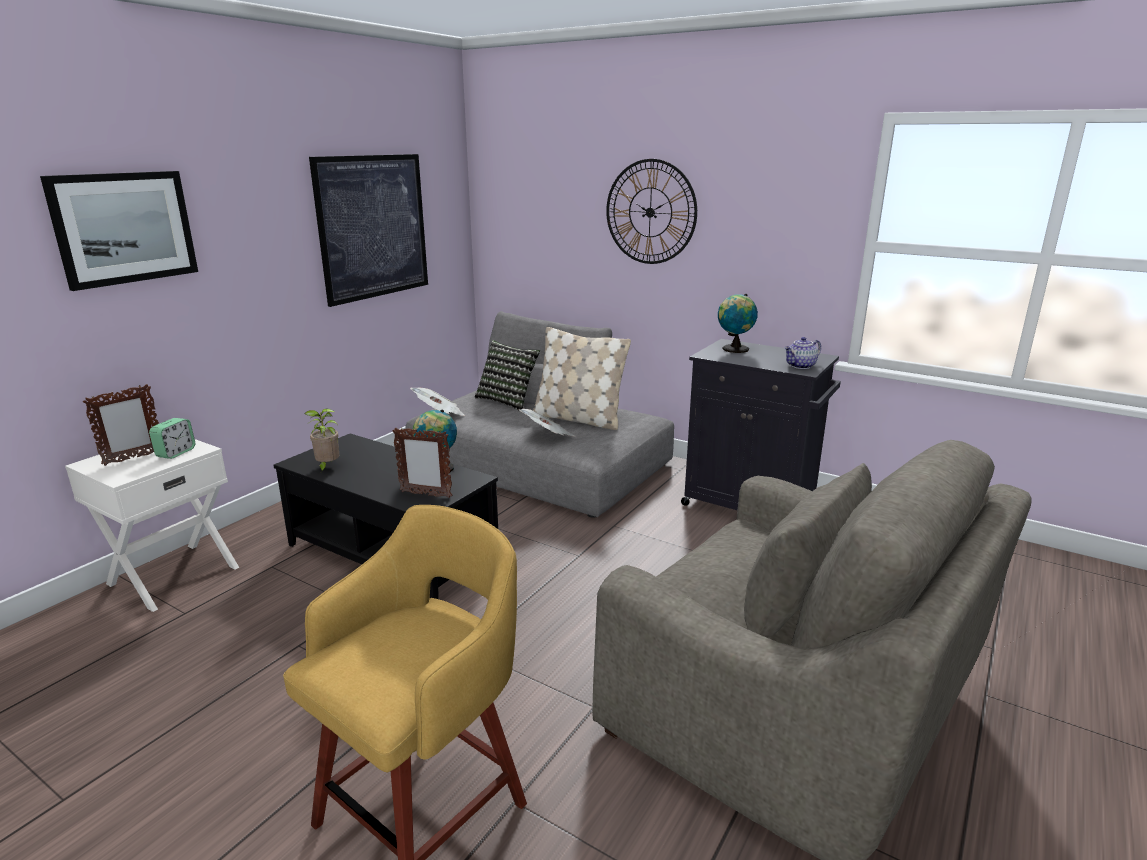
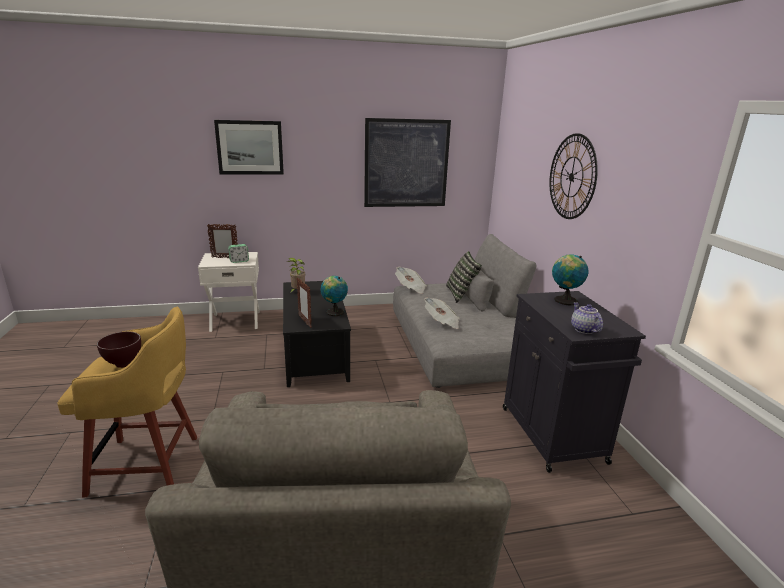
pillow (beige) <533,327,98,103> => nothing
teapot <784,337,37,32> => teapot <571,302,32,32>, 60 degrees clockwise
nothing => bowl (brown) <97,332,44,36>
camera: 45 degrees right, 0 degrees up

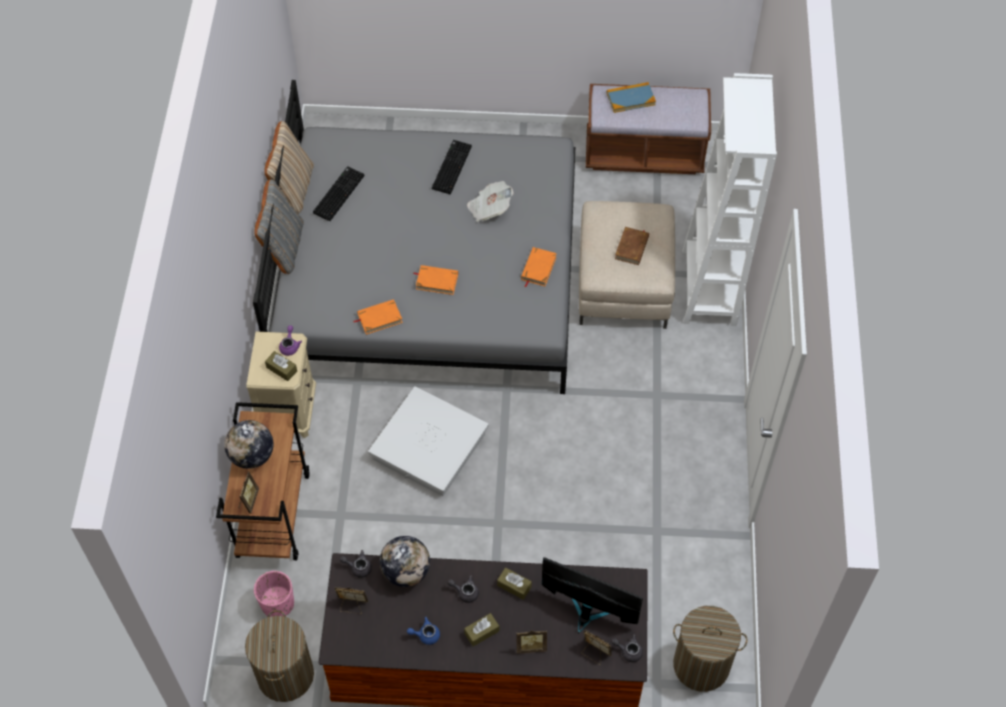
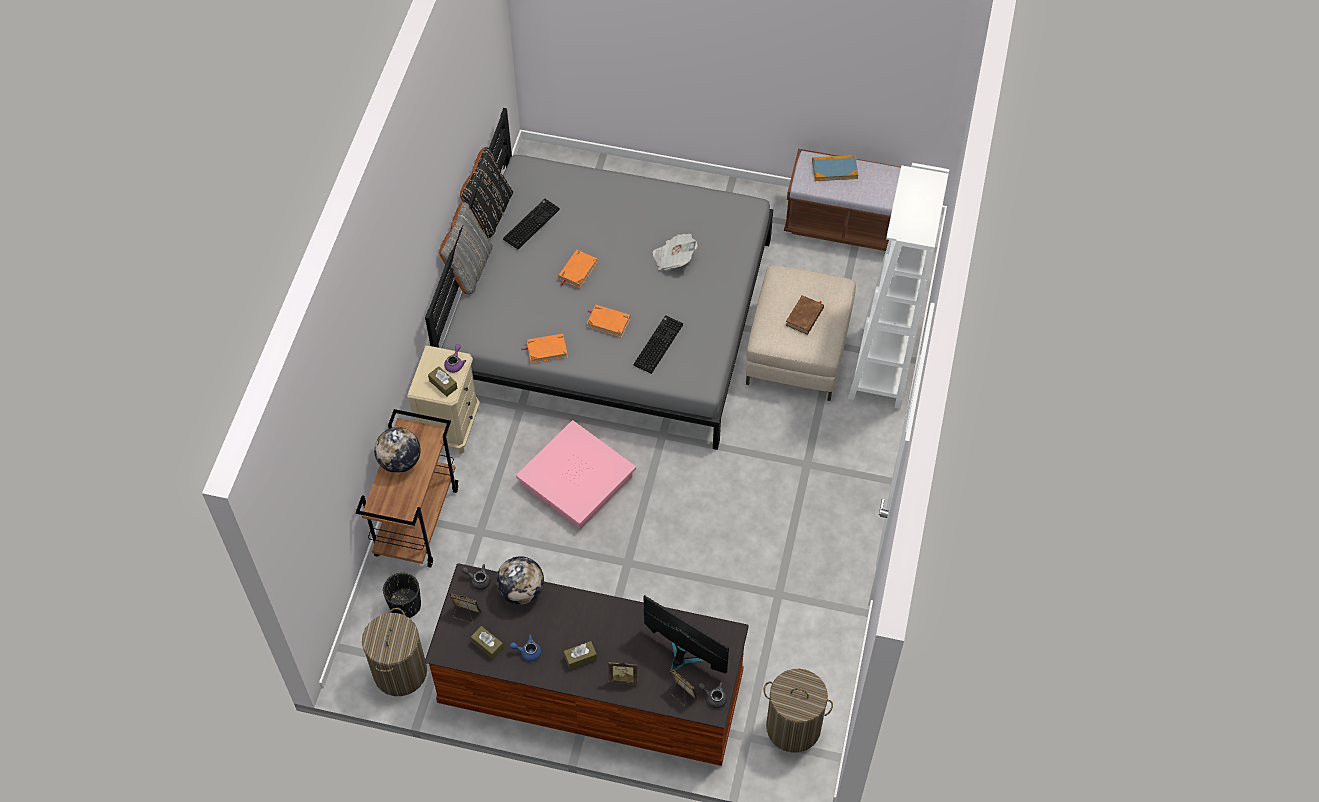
pillow (beige) <264,121,50,93> => pillow (black) <460,147,53,92>
keyboard <432,140,40,54> => keyboard <634,315,49,59>, shifted
book (orange) <521,247,36,40> => book (orange) <558,250,40,38>, shifted
storage box (white) <368,387,121,109> => storage box (pink) <516,420,120,109>
picture frame <239,471,20,43> => nothing
tissue box (brown) <497,567,35,33> => tissue box (brown) <471,626,33,33>, shifted
planter (pink) <254,571,40,46> => planter (black) <383,572,38,46>
teapot (grey) <448,575,31,28> => nothing
camera: 10 degrees right, 0 degrees up

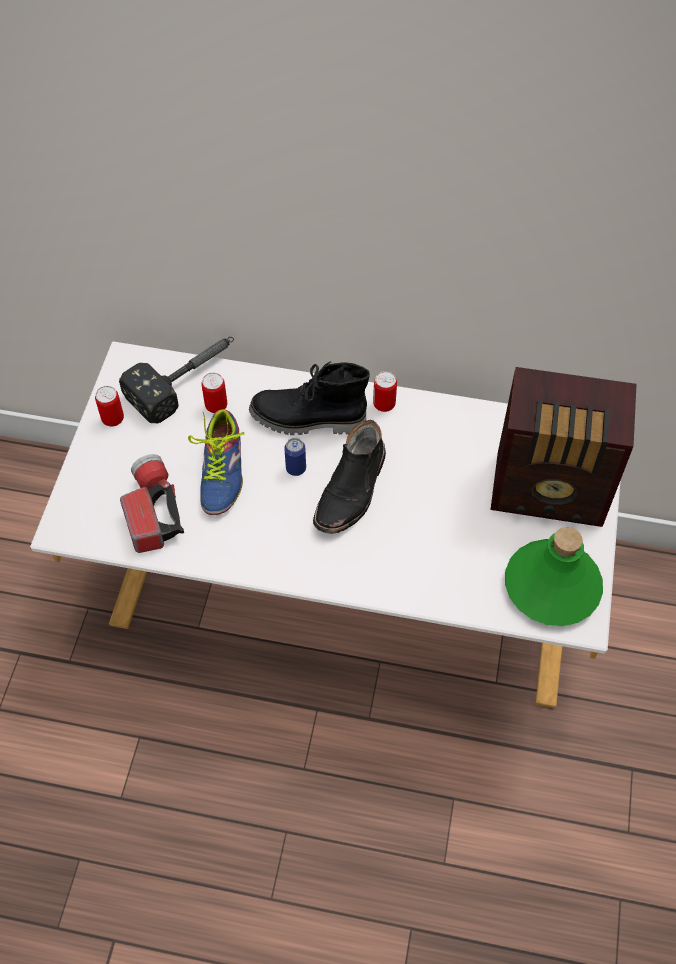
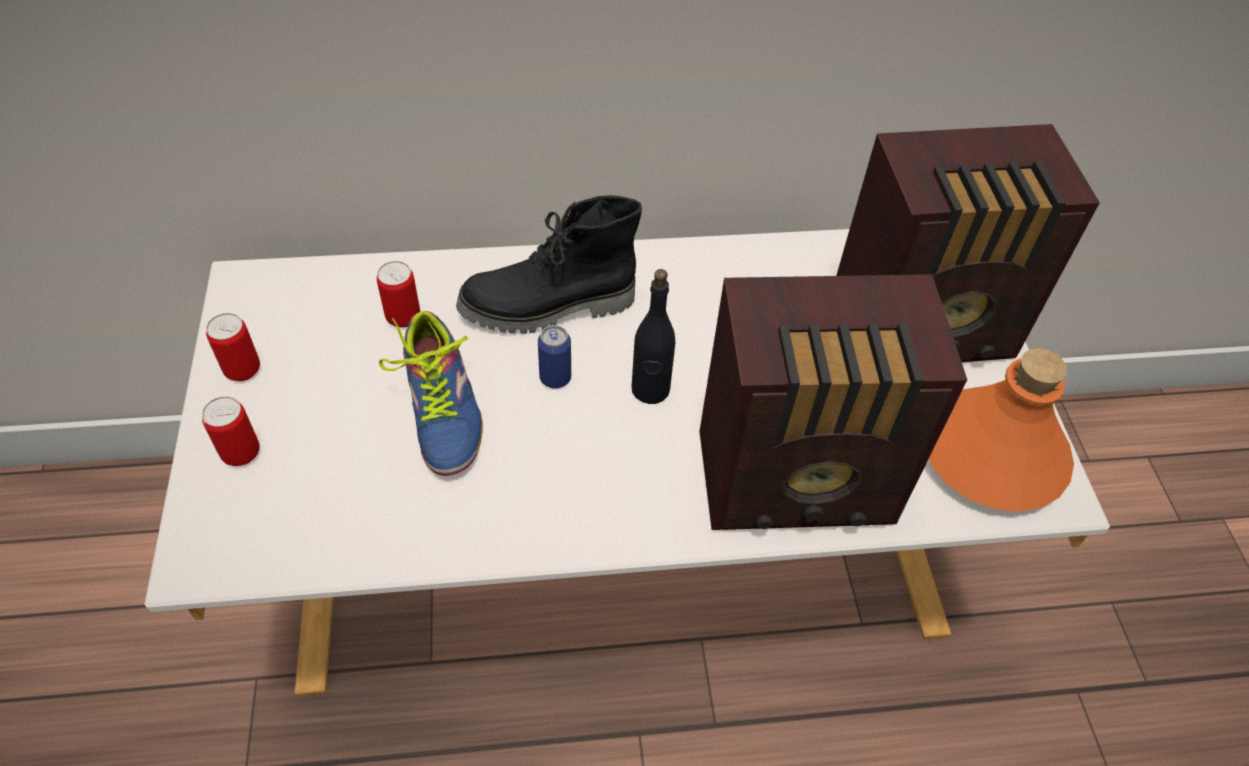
hammer <119,337,115,86> => nothing
can <373,371,24,41> => can <202,396,58,70>, shifted
boot (black) <313,420,73,114> => bottle (black) <632,269,43,135>
flashlight <120,454,64,99> => nothing
bottle (green) <505,527,98,99> => bottle (orange) <929,348,145,164>
nothing => radio <699,274,268,256>
camera: 20 degrees left, 5 degrees down

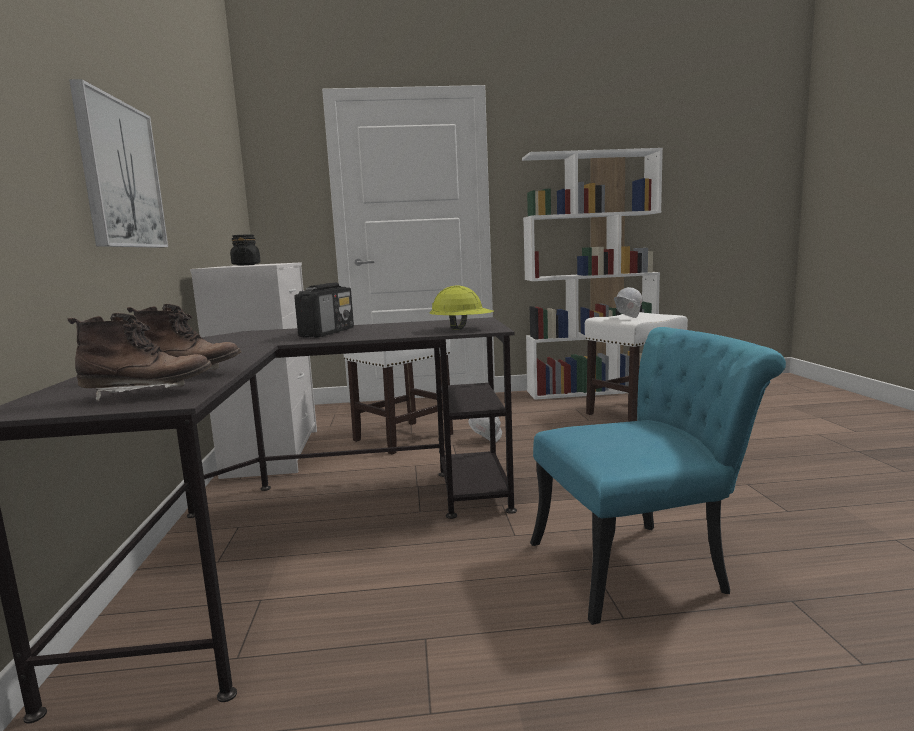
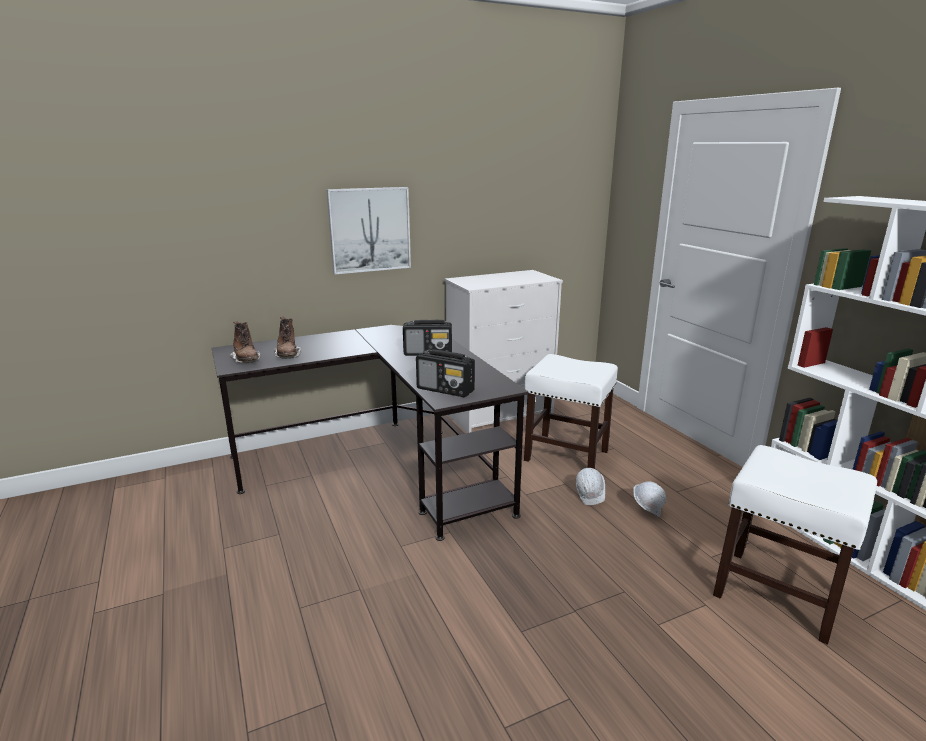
jar (black) <230,234,31,32> => nothing
hard hat (yellow) <429,285,65,45> => radio <416,349,59,48>
hard hat (white) <614,287,28,31> => hard hat (white) <633,481,33,36>, shifted
chair (turquoise) <530,327,256,298> => nothing
camera: 70 degrees right, 10 degrees up

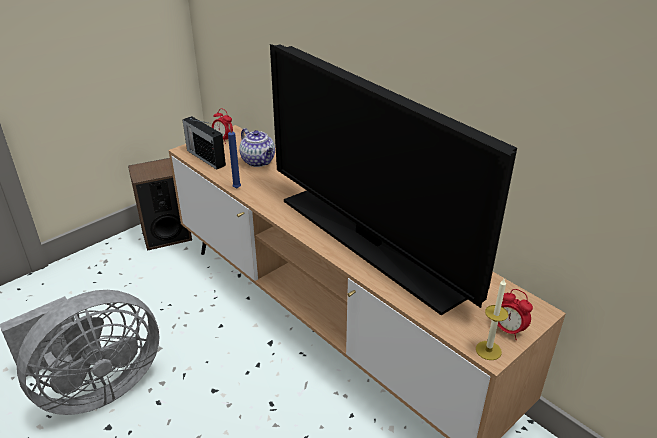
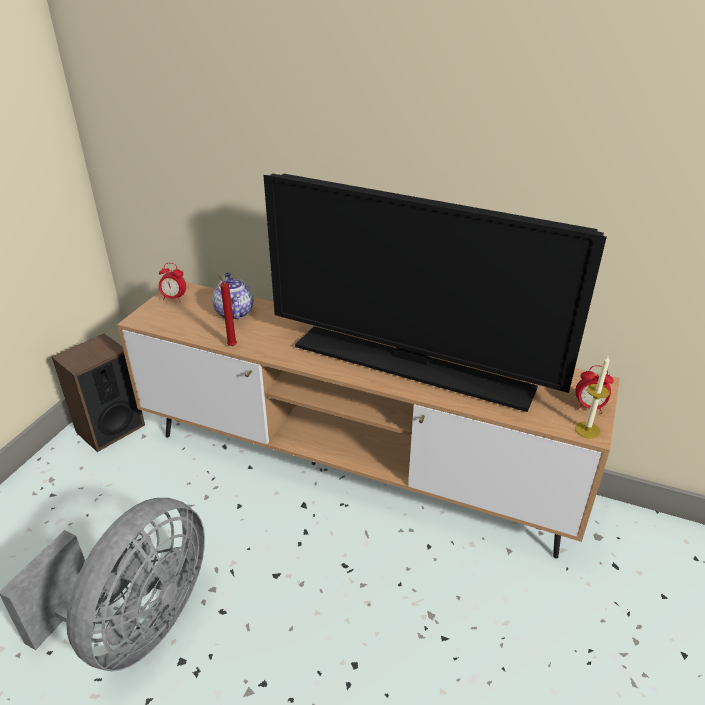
radio <183,116,43,54> => nothing
candle (blue) <228,124,13,64> => candle (red) <218,274,19,72>
teapot <240,128,35,39> => teapot <212,273,41,47>, 135 degrees counterclockwise
camera: 25 degrees left, 0 degrees up

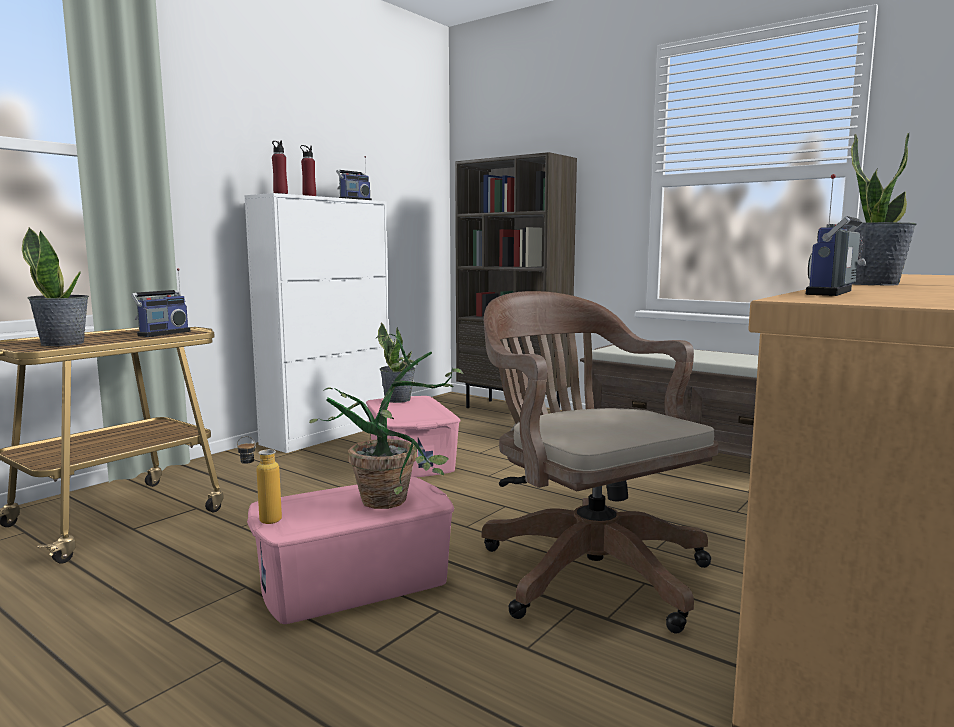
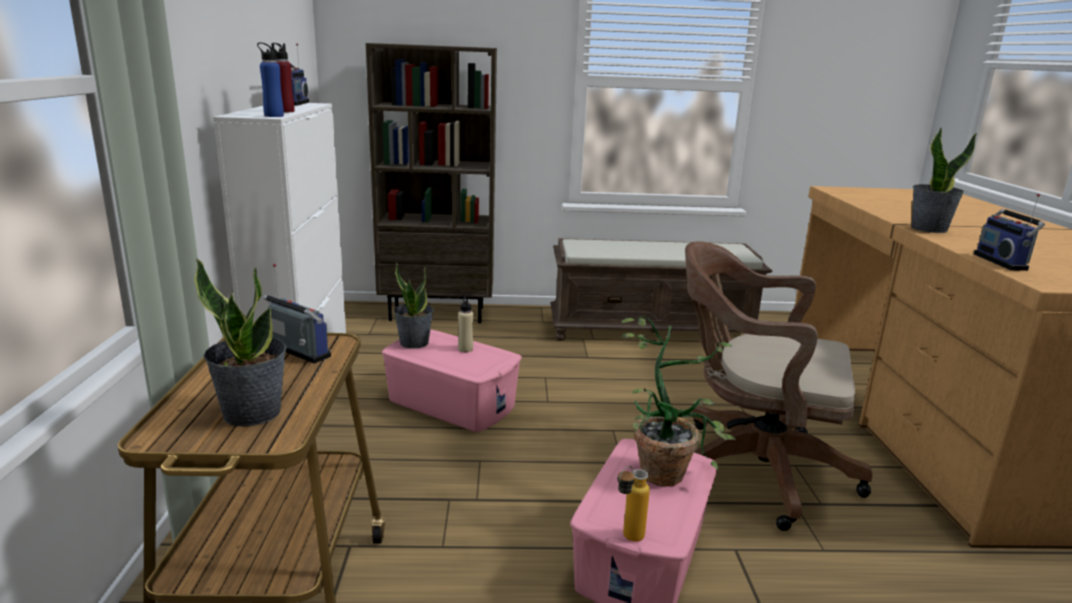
bottle (red) <272,140,16,54> => bottle (blue) <257,42,27,75>
radio <131,268,59,69> => radio <263,264,68,100>, 45 degrees counterclockwise
nothing => bottle (beige) <458,296,15,56>
camera: 40 degrees left, 10 degrees up

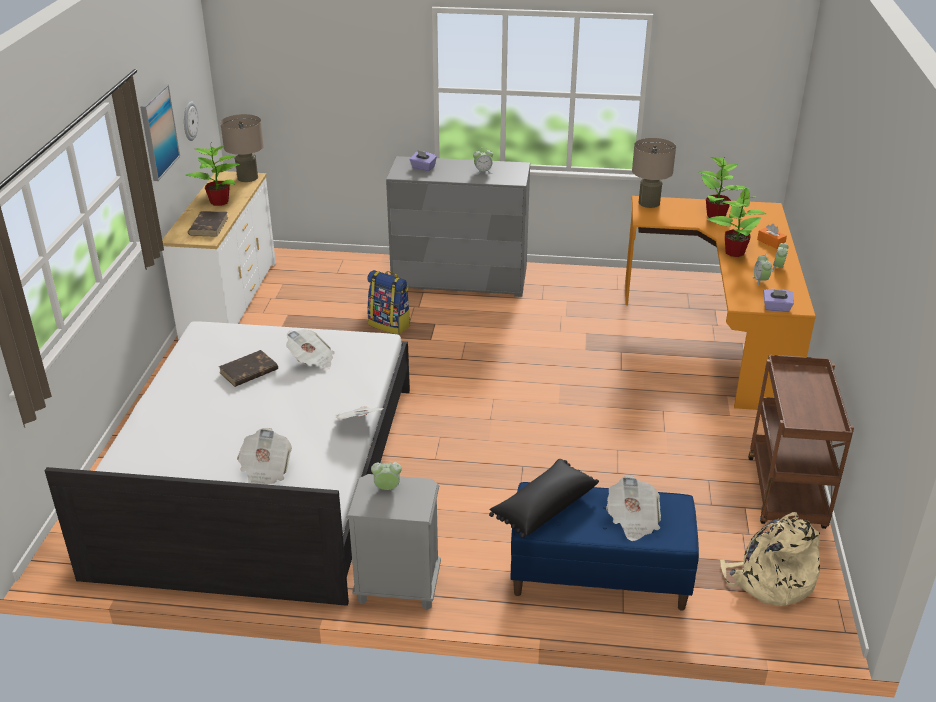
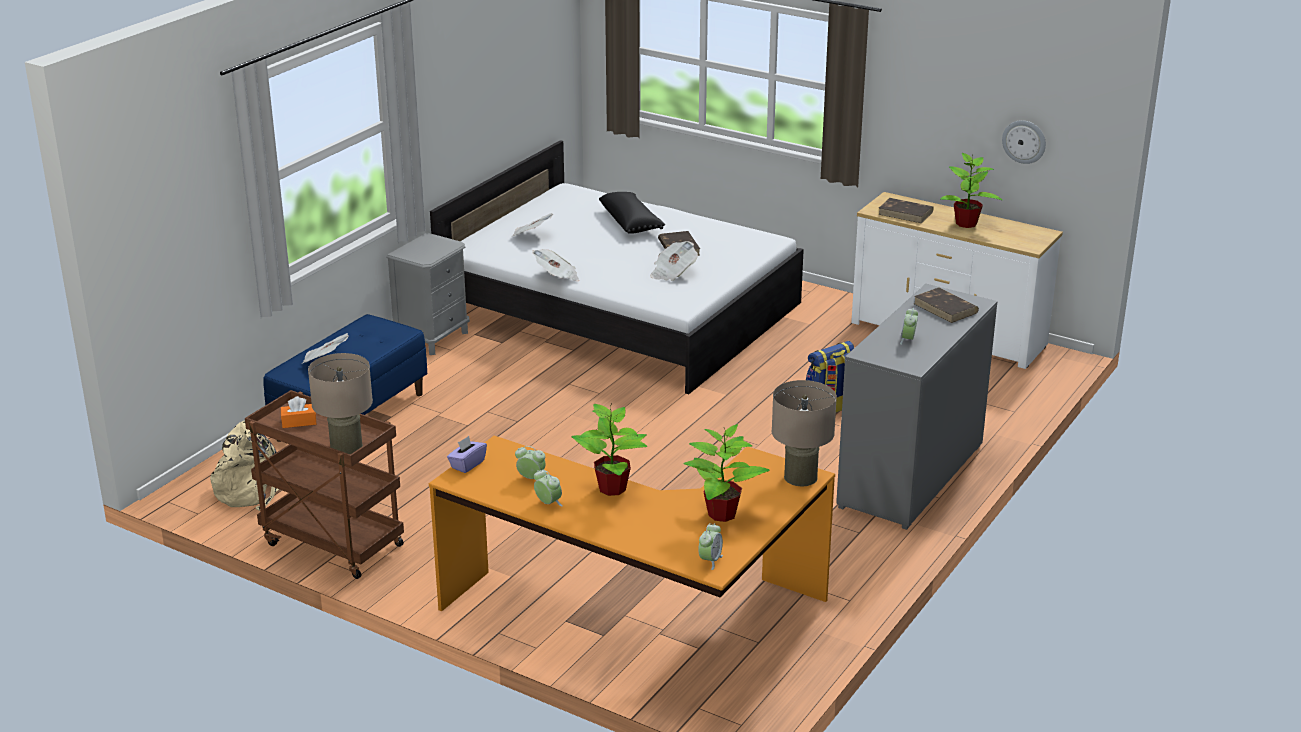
picture <140,84,40,97> => nothing
table lamp (beige) <220,114,44,68> => table lamp (beige) <308,353,65,101>, shifted
tissue box (purple) <410,150,27,21> => book (brown) <913,288,66,35>
tissue box (orange) <757,224,30,25> => tissue box (orange) <281,396,35,32>, shifted
pillow (black) <489,459,110,79> => pillow (black) <599,192,67,42>, shifted
alarm clock <371,461,31,29> => alarm clock <699,523,24,47>, shifted
camera: 115 degrees right, 5 degrees down

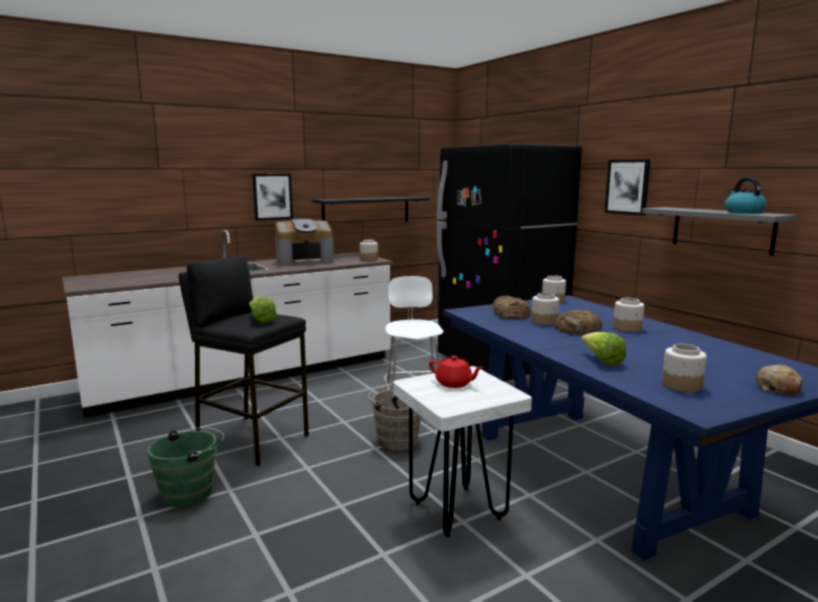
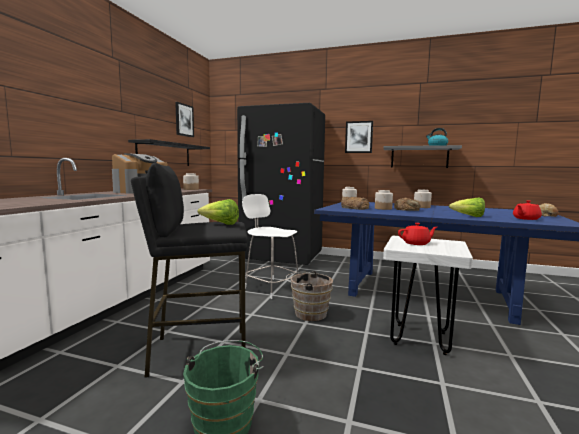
picture <252,174,41,47> => picture <175,102,19,35>, shifted
jar <662,344,45,49> => teapot (red) <513,201,29,19>
camera: 40 degrees left, 5 degrees down

